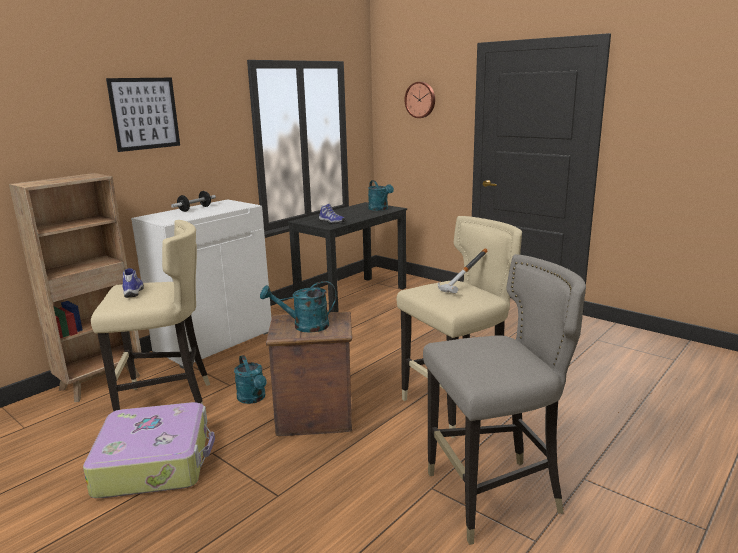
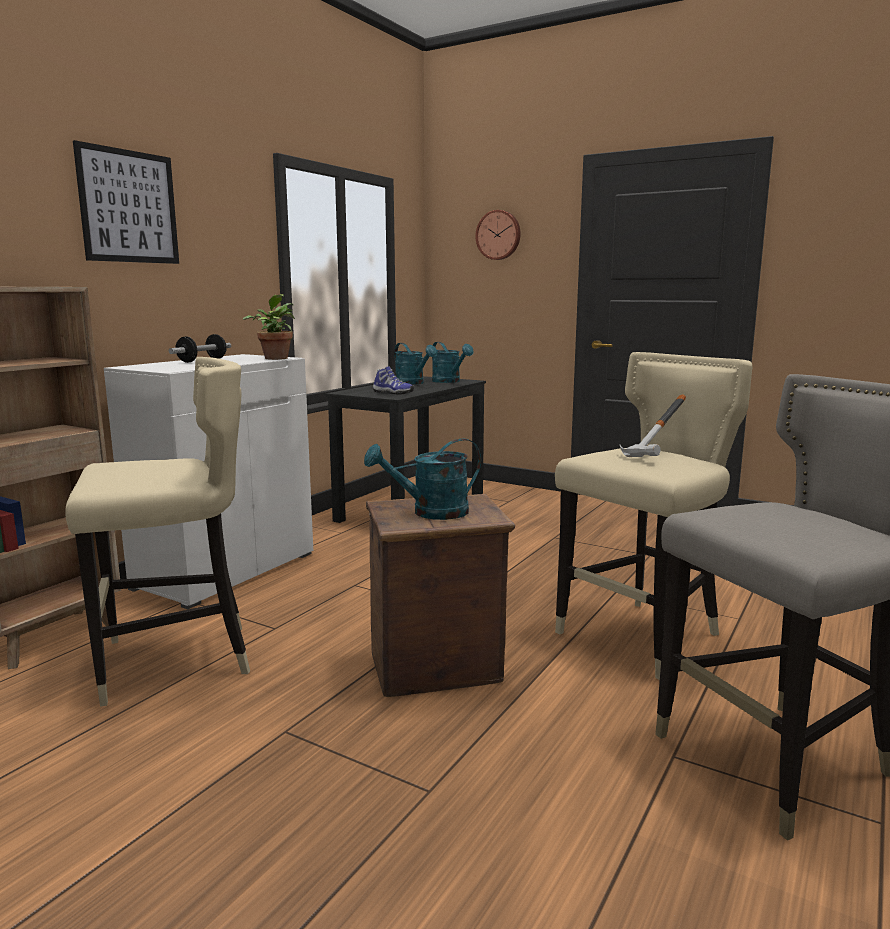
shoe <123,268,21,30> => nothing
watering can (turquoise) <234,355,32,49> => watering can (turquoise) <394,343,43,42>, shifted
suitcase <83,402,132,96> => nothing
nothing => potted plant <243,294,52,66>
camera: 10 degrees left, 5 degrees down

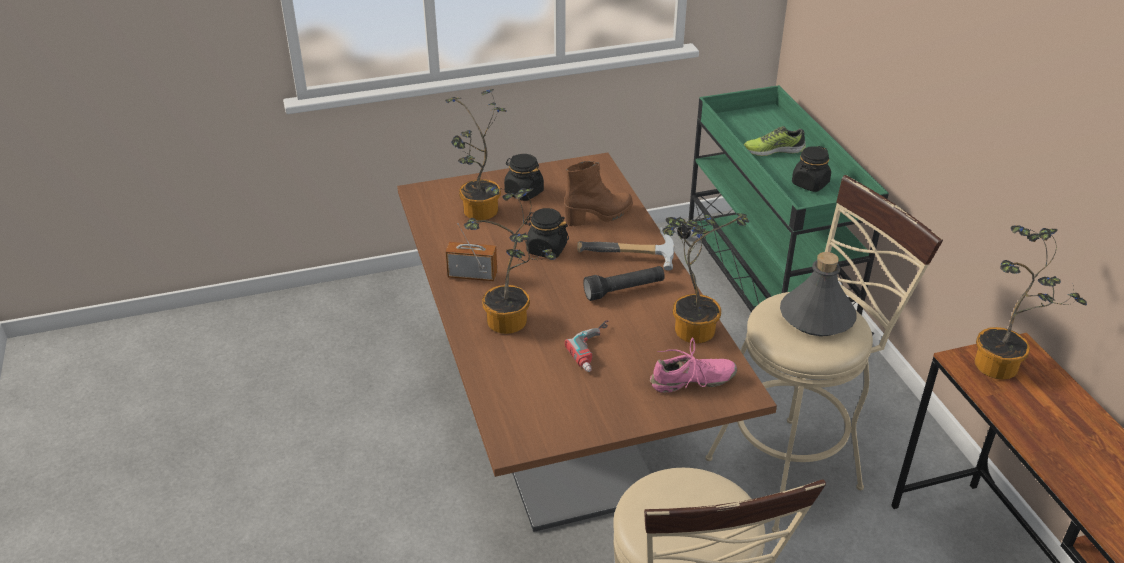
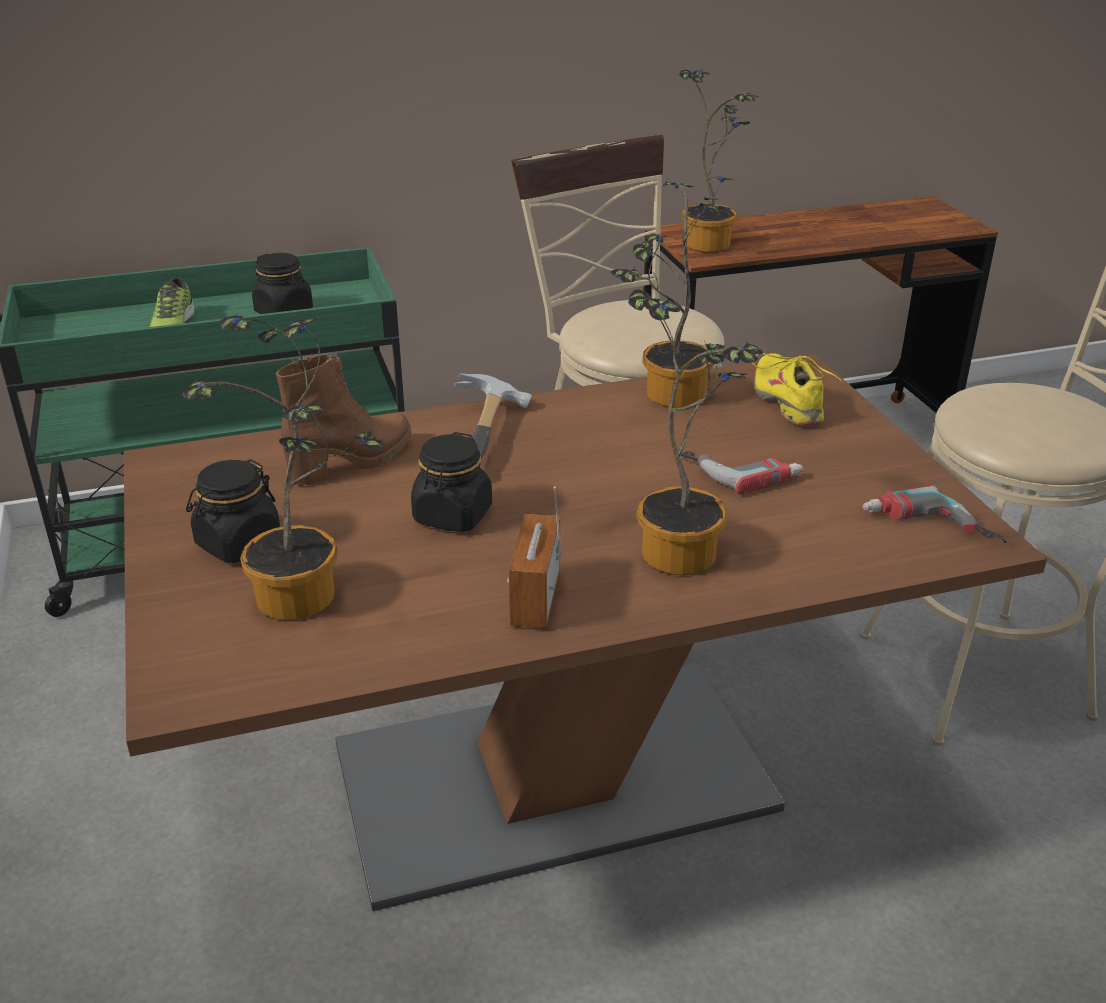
boot (brown) <564,161,69,65> => boot (brown) <275,354,136,132>, 75 degrees clockwise
bottle (grey) <780,252,77,84> => nothing
flashlight (black) <583,266,82,35> => nothing
shoe (pink) <650,338,87,55> => shoe (yellow) <752,353,89,72>
nothing => power drill <862,486,145,57>
camera: 90 degrees left, 5 degrees down

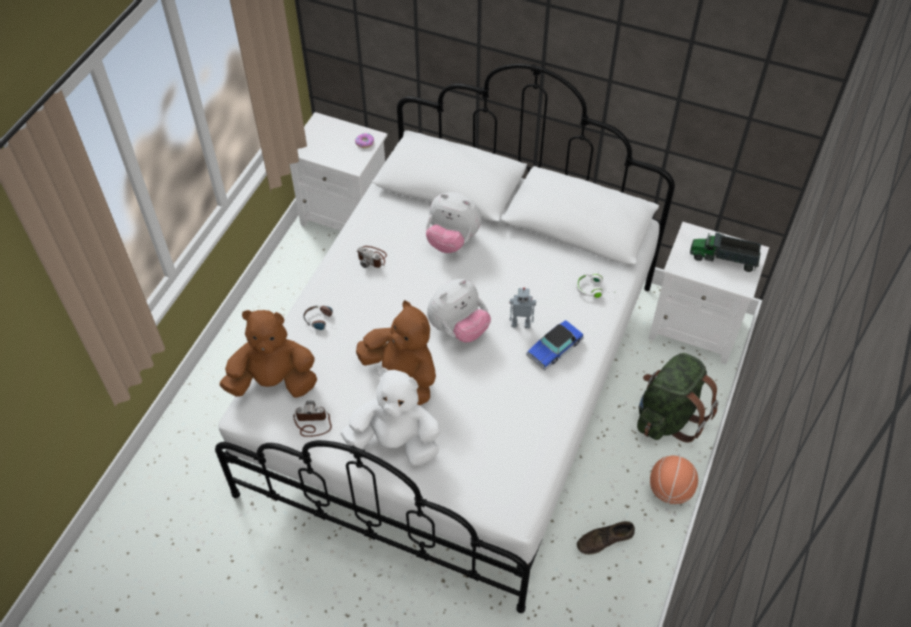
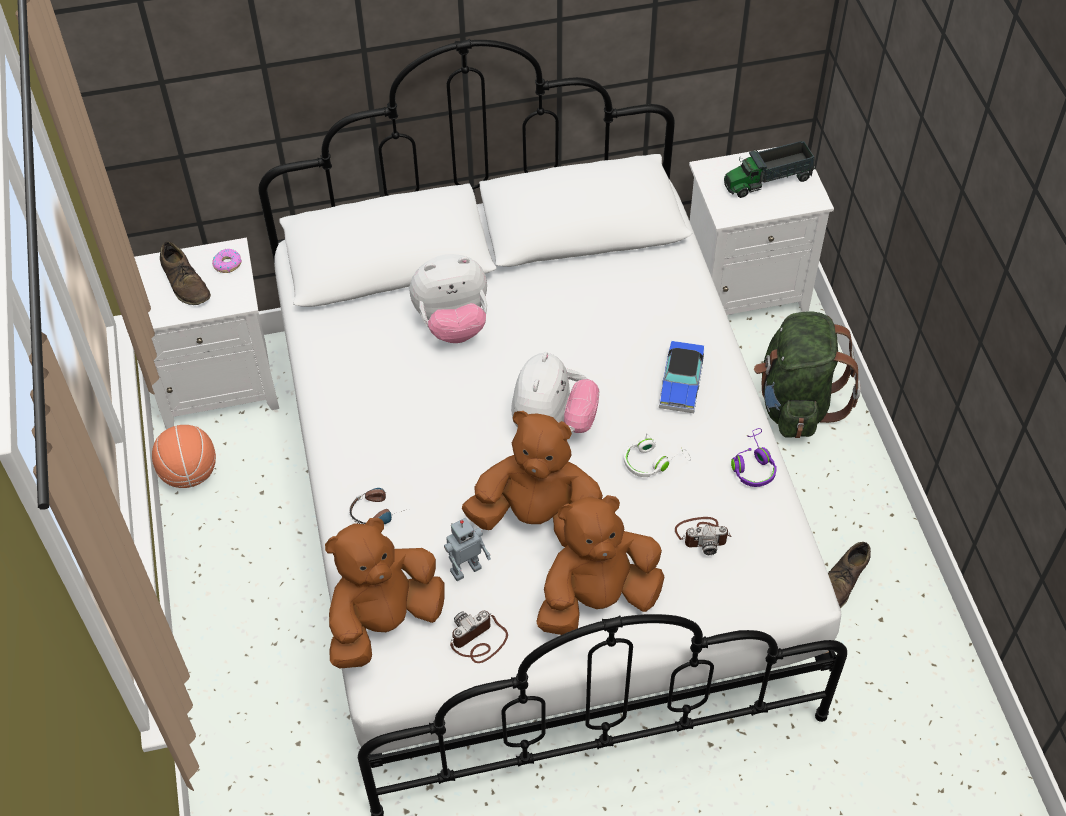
photo camera <357,246,30,22> => photo camera <675,517,57,38>, shifted
headphones (white) <576,272,40,27> => headphones (white) <624,433,67,44>, shifted
toy robot <510,287,26,41> => toy robot <444,518,47,63>, shifted
plush toy (white) <340,368,101,98> => plush toy (brown) <536,495,129,140>
basketball <650,456,48,48> => basketball <152,425,64,63>, shifted
nothing => shoe (brown) <160,241,51,64>
nothing => headphones (purple) <731,428,46,59>
camera: 35 degrees left, 0 degrees up

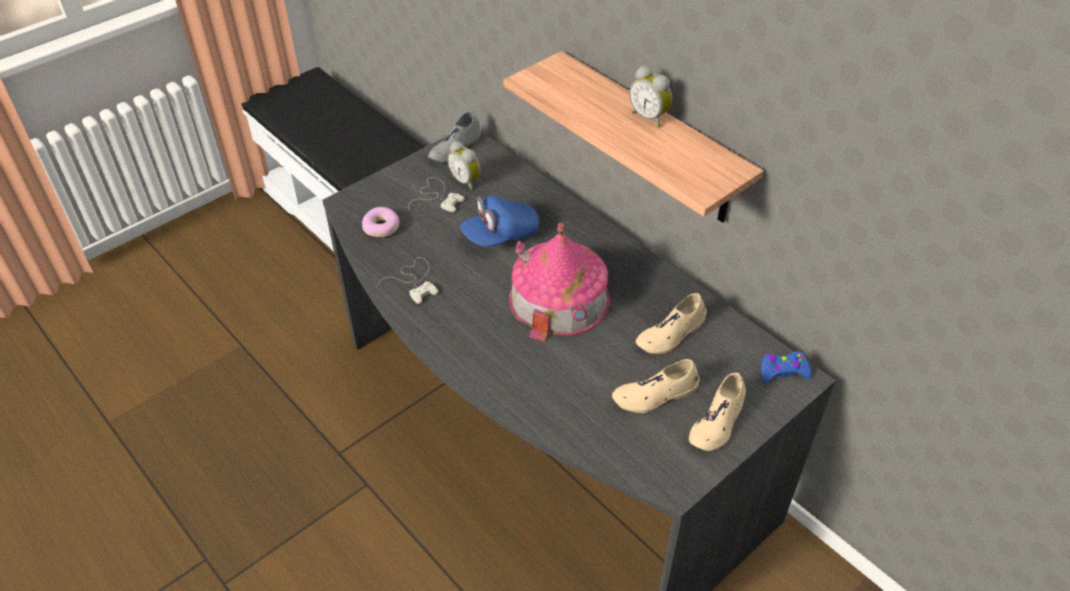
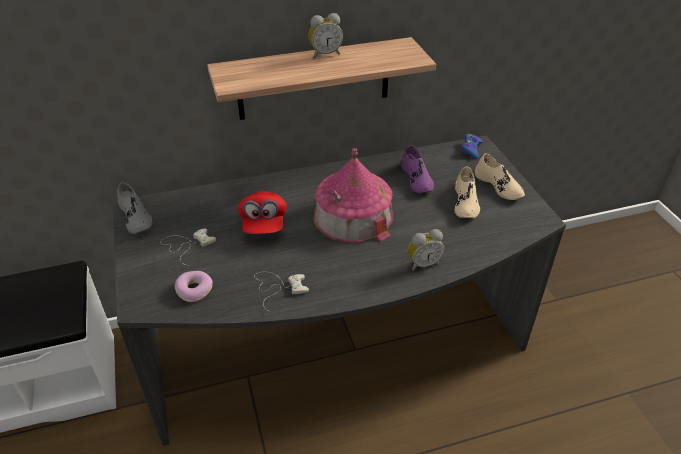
alarm clock <447,141,33,49> => alarm clock <408,229,37,42>, shifted
cap (blue) <460,196,79,51> => cap (red) <238,191,49,43>
shoe (beige) <635,293,71,61> => shoe (purple) <401,145,33,48>
camera: 65 degrees left, 5 degrees down

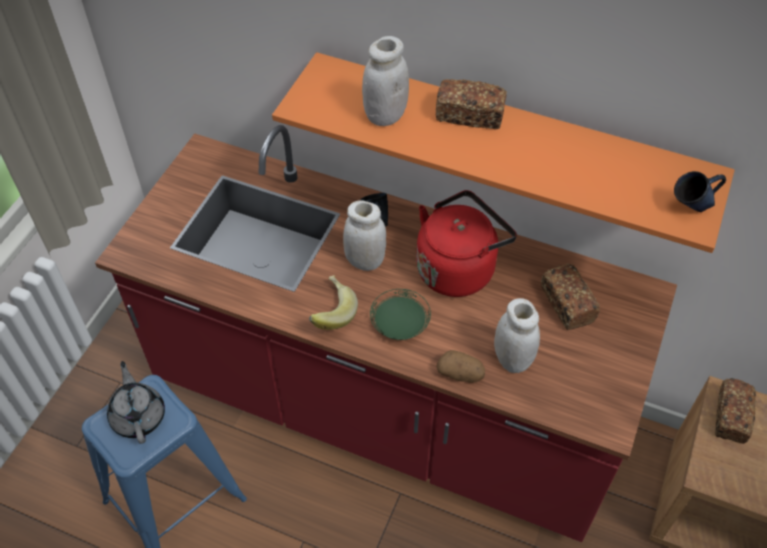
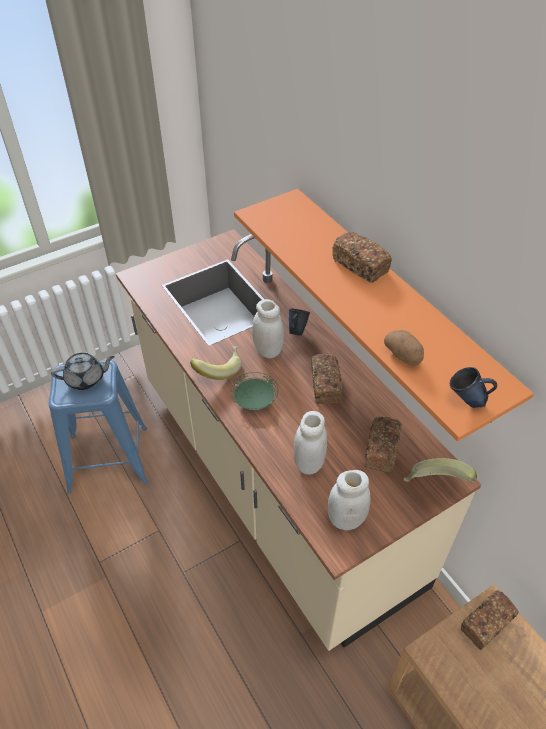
jar (white) <362,36,47,90> => jar (white) <328,470,43,61>, shifted
counter (red) <95,125,582,417> => counter (beige) <116,229,366,422>
kettle (red) <416,190,101,107> => bread <311,354,31,50>
potato <437,350,48,33> => potato <384,330,40,35>, shifted
teapot (grey) <107,361,58,83> => teapot (grey) <51,353,64,37>, 60 degrees clockwise
nothing => banana <403,458,74,24>
camera: 35 degrees right, 5 degrees down

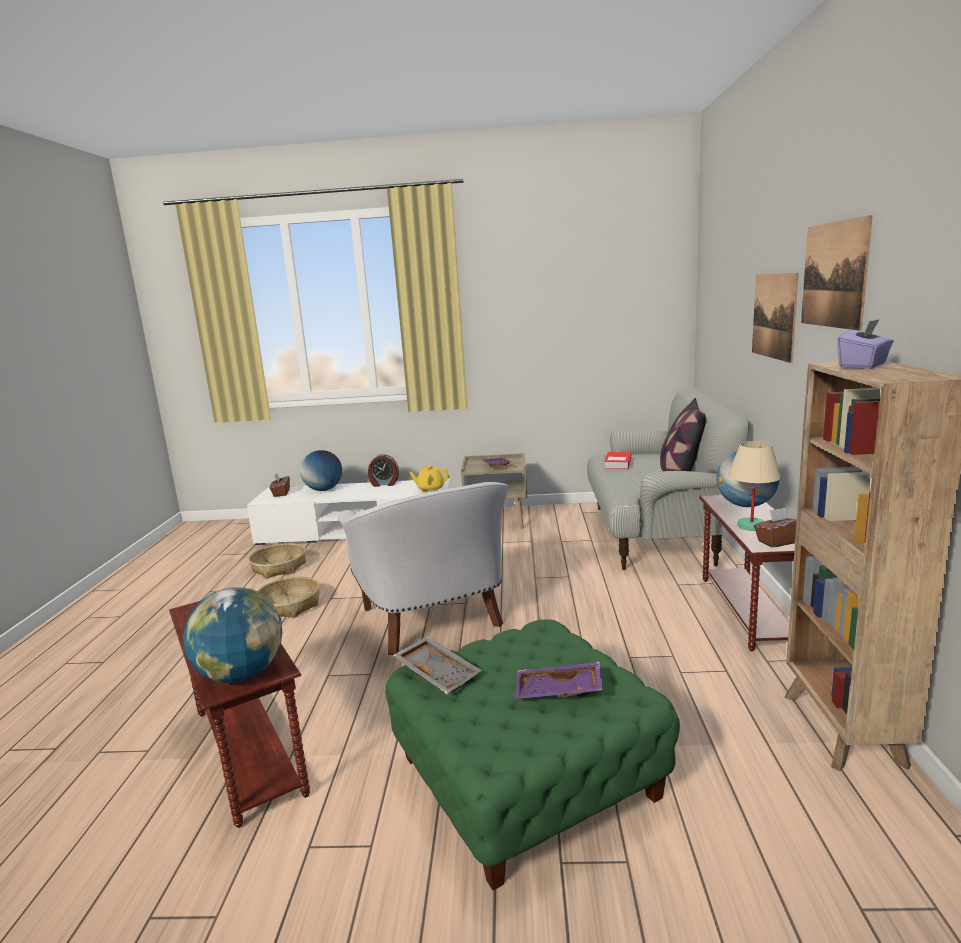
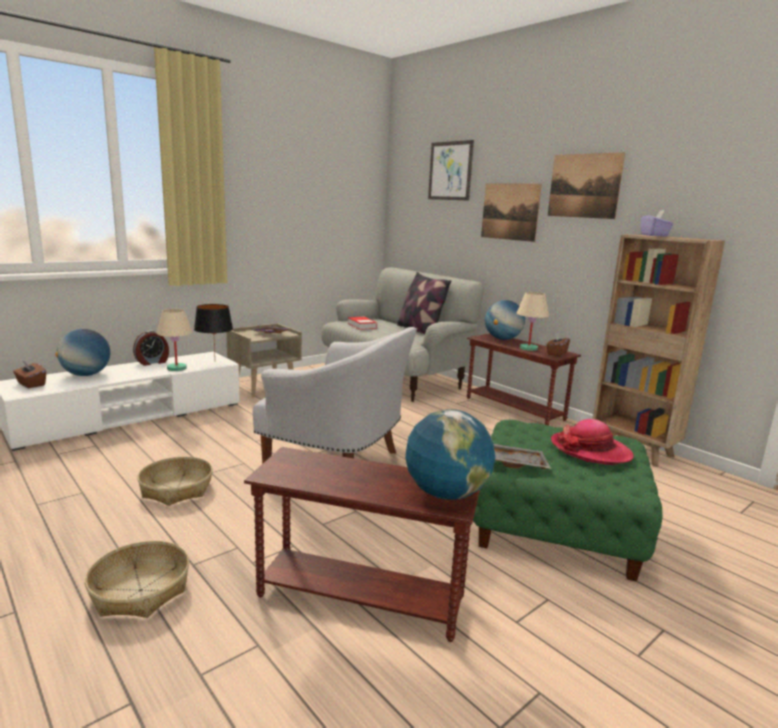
teapot (yellow) <409,466,41,27> => table lamp (black) <194,304,39,50>
basket <249,543,57,35> => basket <85,541,104,77>, shifted
tray (purple) <514,661,89,38> => hat <551,419,83,46>
nothing => picture <428,140,46,61>
nothing => table lamp (beige) <156,309,37,62>
camera: 45 degrees left, 0 degrees up

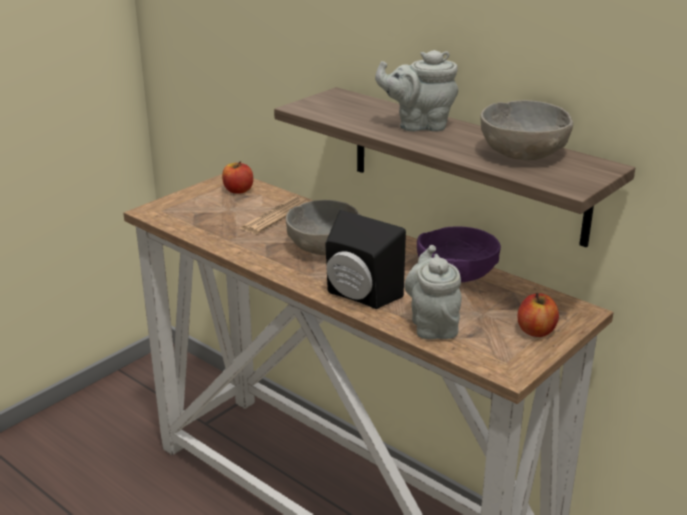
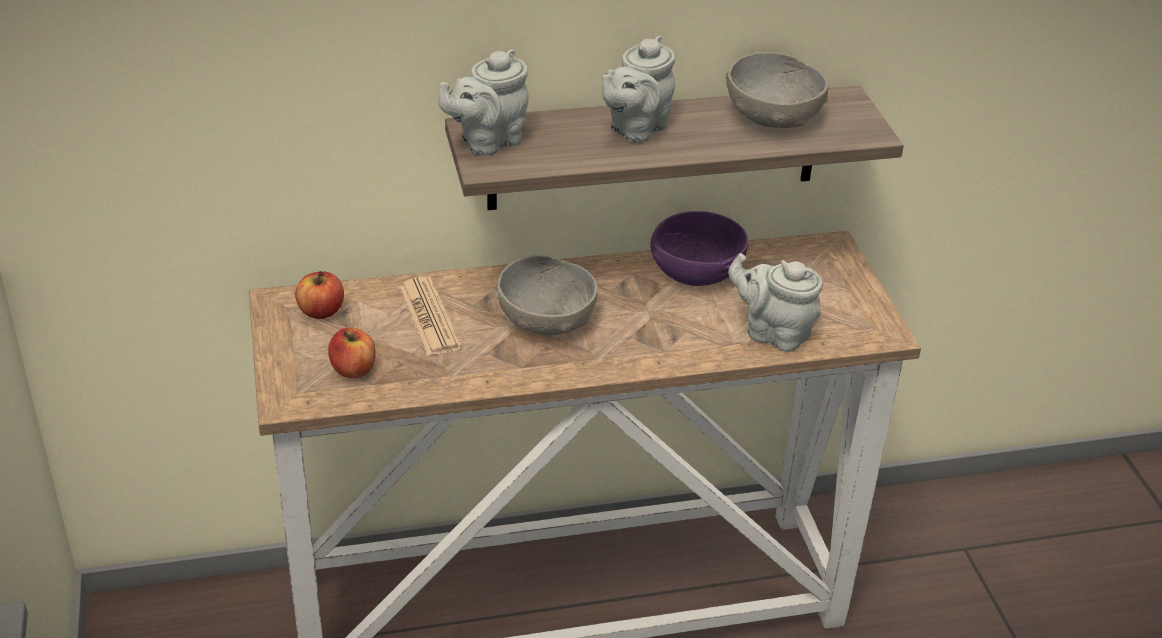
speaker (black) <325,210,81,99> => nothing
apple <518,293,41,44> => apple <328,327,48,51>, shifted
nothing => teapot (grey) <438,49,91,107>
camera: 55 degrees left, 10 degrees up

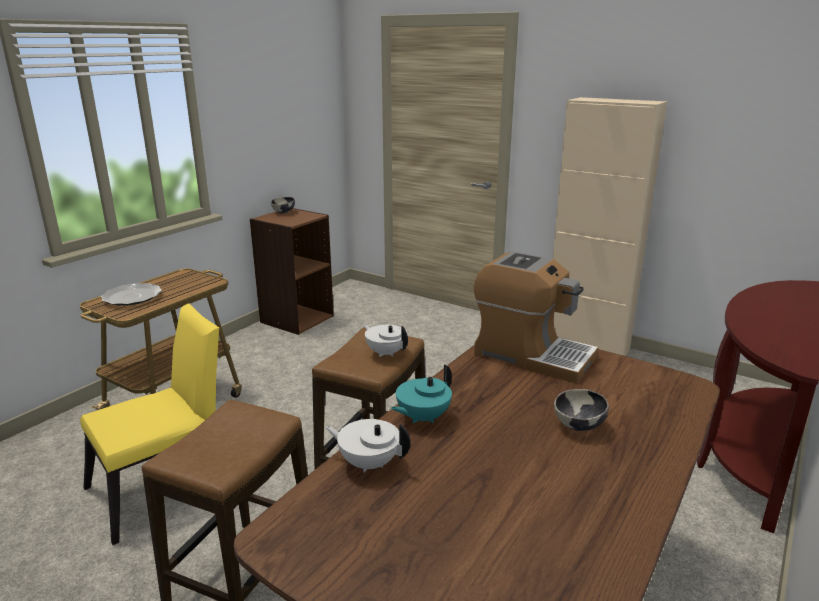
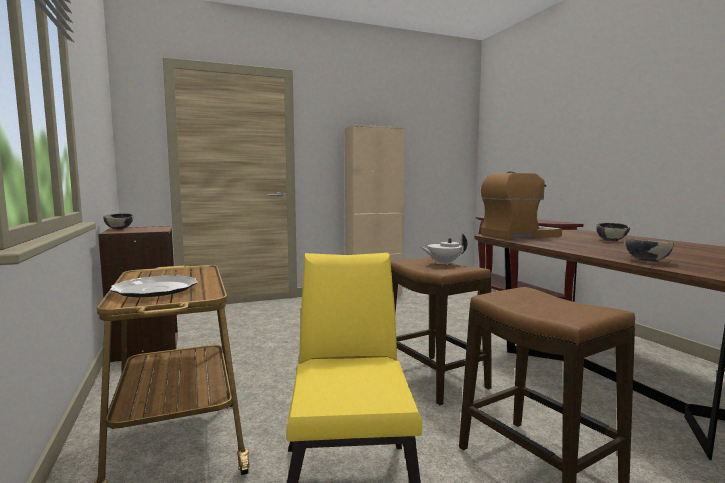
teapot (turquoise) <391,365,61,59> => nothing
teapot (white) <325,419,86,54> => bowl <625,238,49,24>
camera: 55 degrees left, 15 degrees down

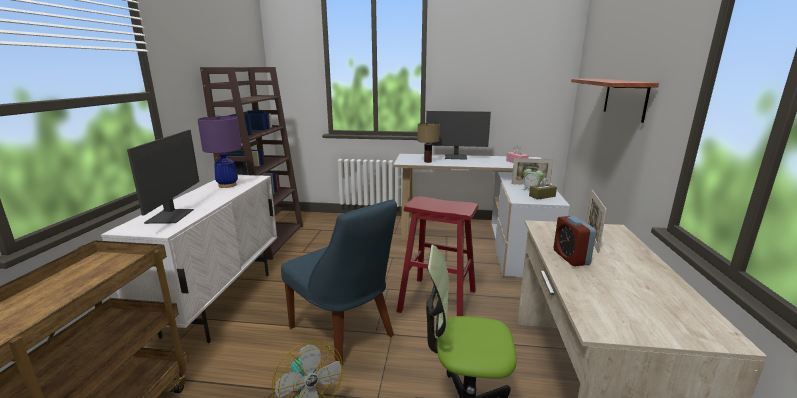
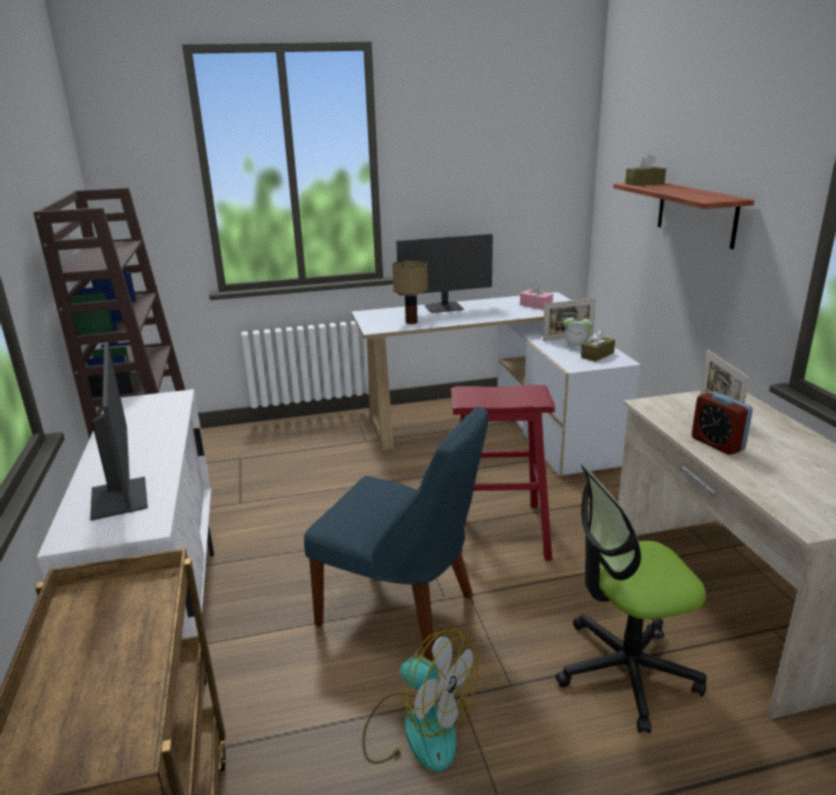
table lamp (purple) <197,115,45,73> => nothing
nothing => tissue box (brown) <625,153,41,33>
camera: 20 degrees left, 5 degrees up

